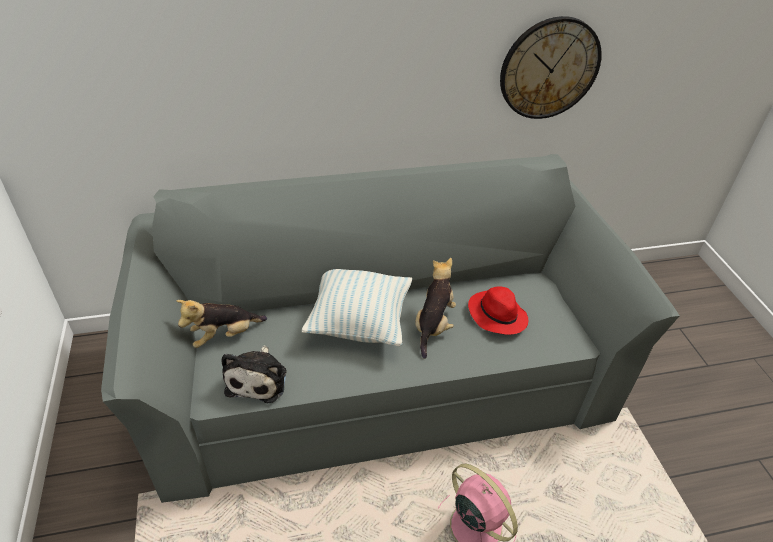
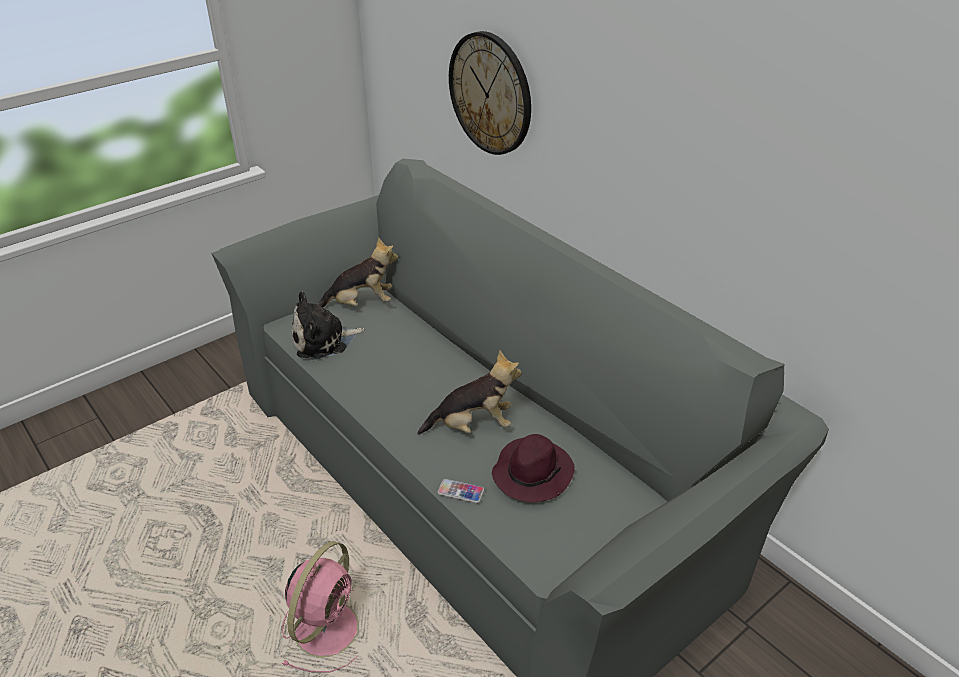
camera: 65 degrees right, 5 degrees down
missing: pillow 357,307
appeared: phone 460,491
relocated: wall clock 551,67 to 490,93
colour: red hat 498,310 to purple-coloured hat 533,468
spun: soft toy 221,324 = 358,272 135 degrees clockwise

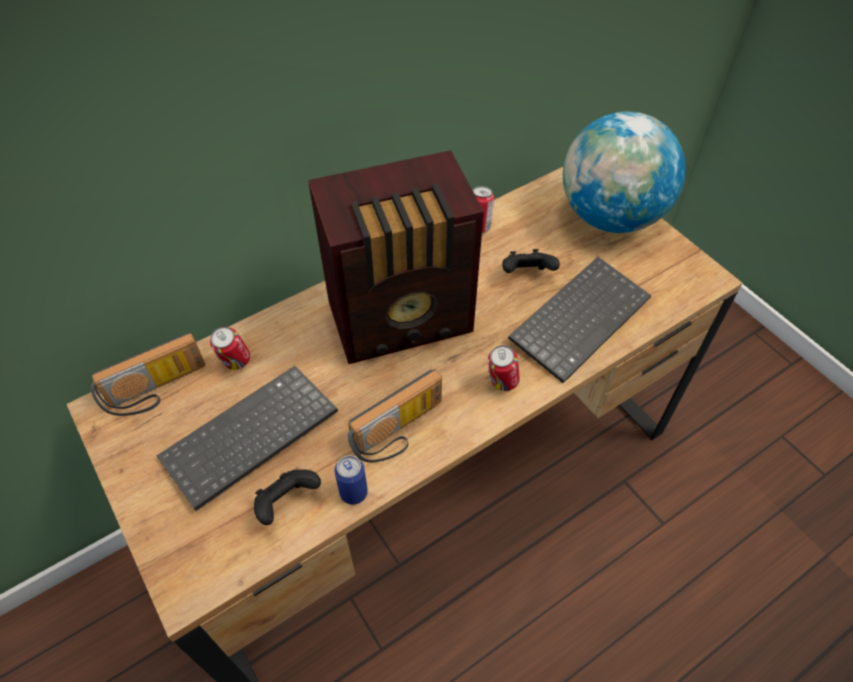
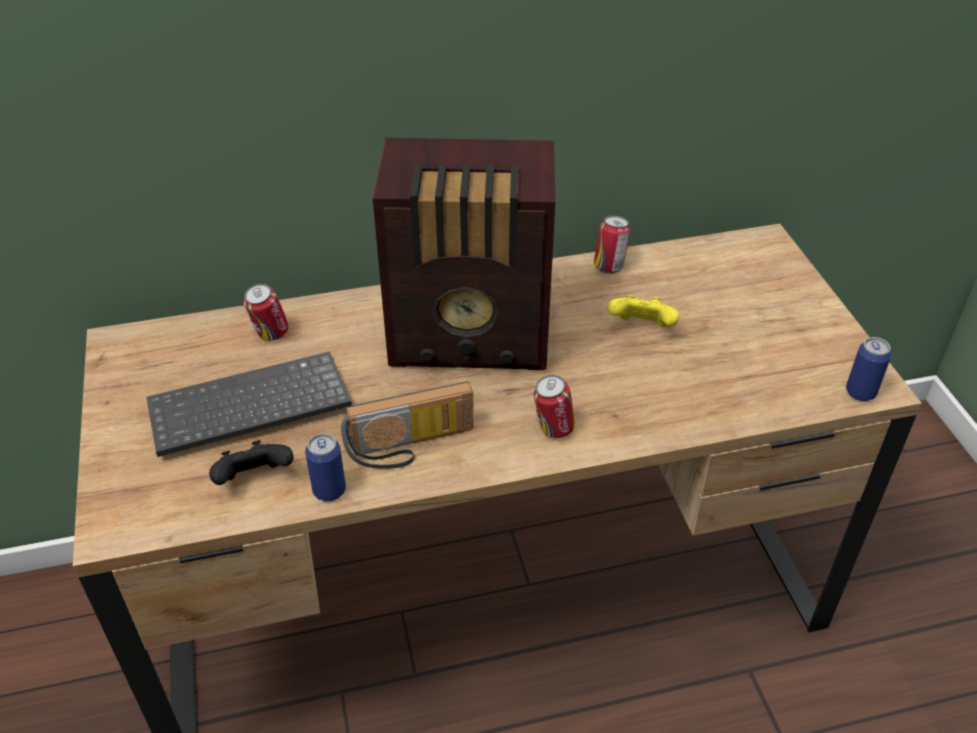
camera: 20 degrees right, 10 degrees down
missing: radio set 148,374; keyboard 579,320; desk globe 624,172
appeared: metal can 869,369
colour: black joypad 531,261 to yellowish joypad 643,311

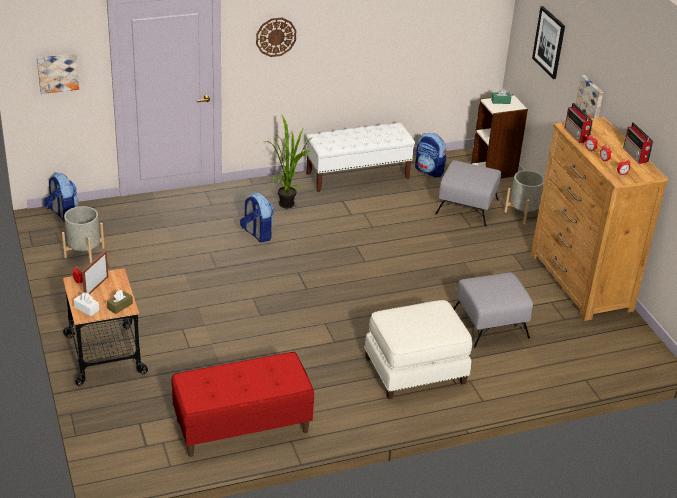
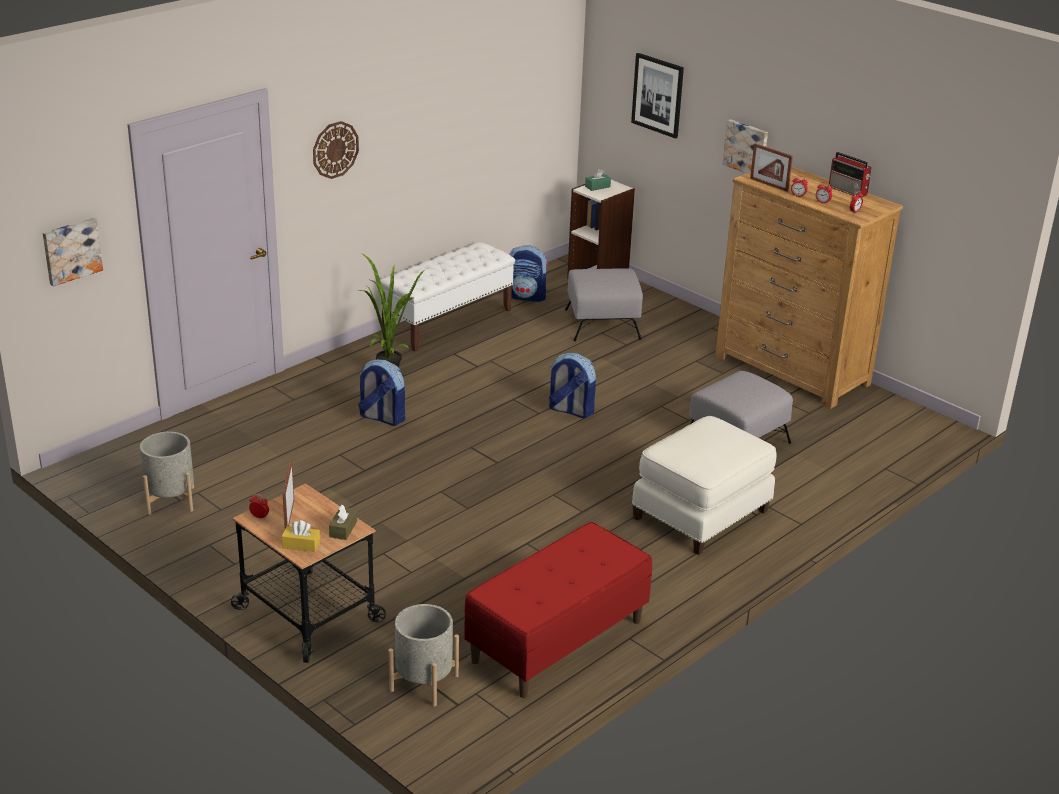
camera: 25 degrees left, 5 degrees down
relocated: knapsack 61,197 to 572,385; greyish flower pot 524,197 to 424,655
exchanged: radio set 578,123 to photo frame 771,167
colour: whitish tissue box 86,304 to yellowish tissue box 301,536

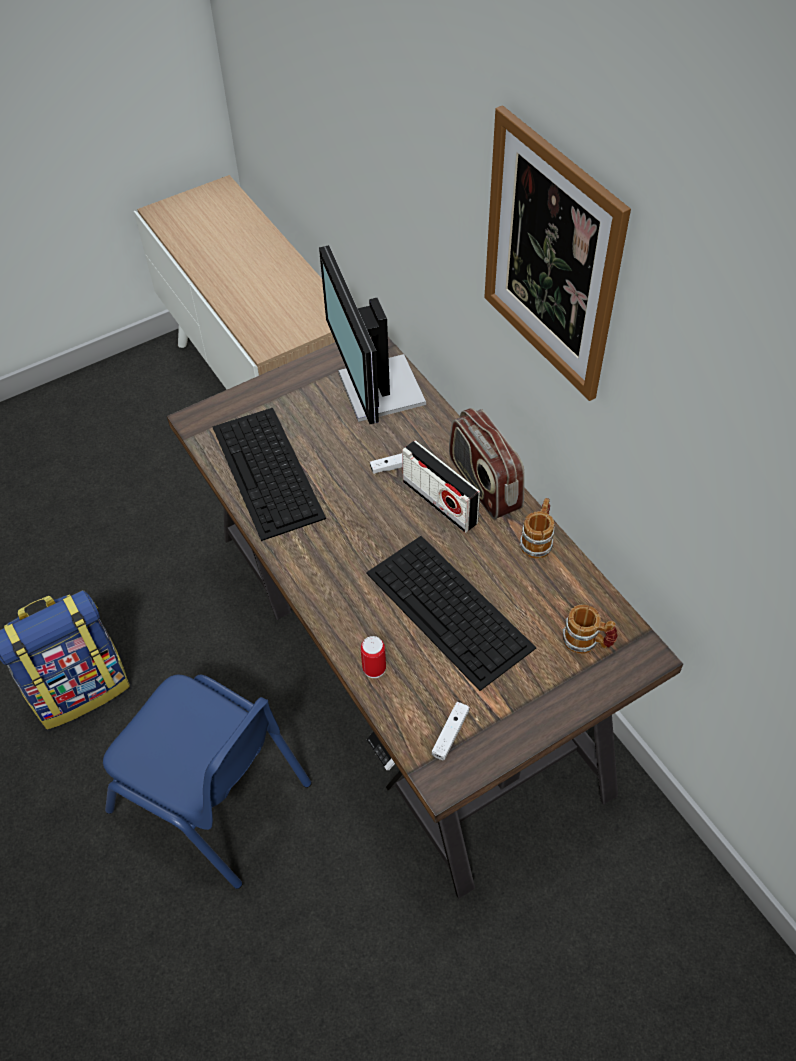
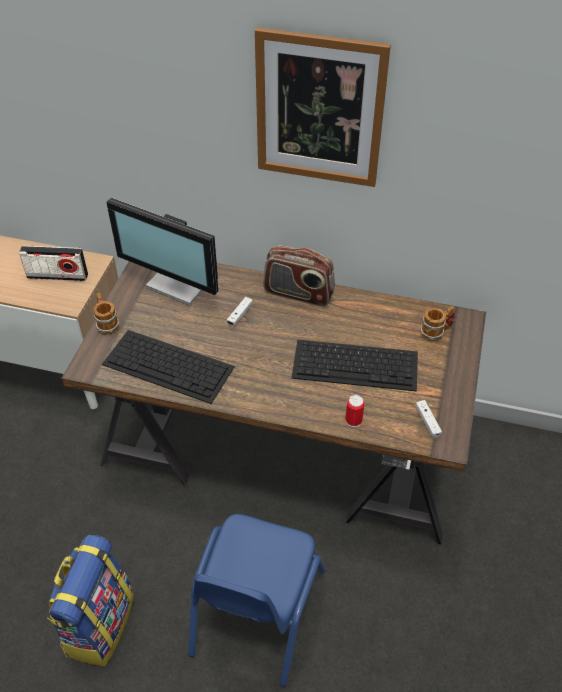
camera: 45 degrees left, 5 degrees down
relocated: radio set 441,486 to 53,263; tea mug 537,528 to 106,314
spun: bluish plain chair 207,781 = 256,600 120 degrees clockwise

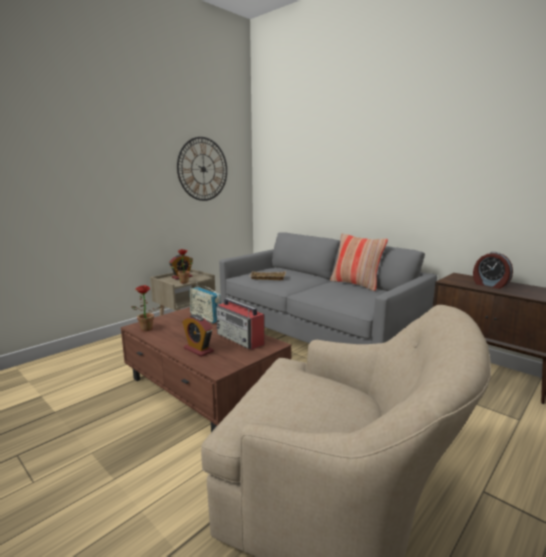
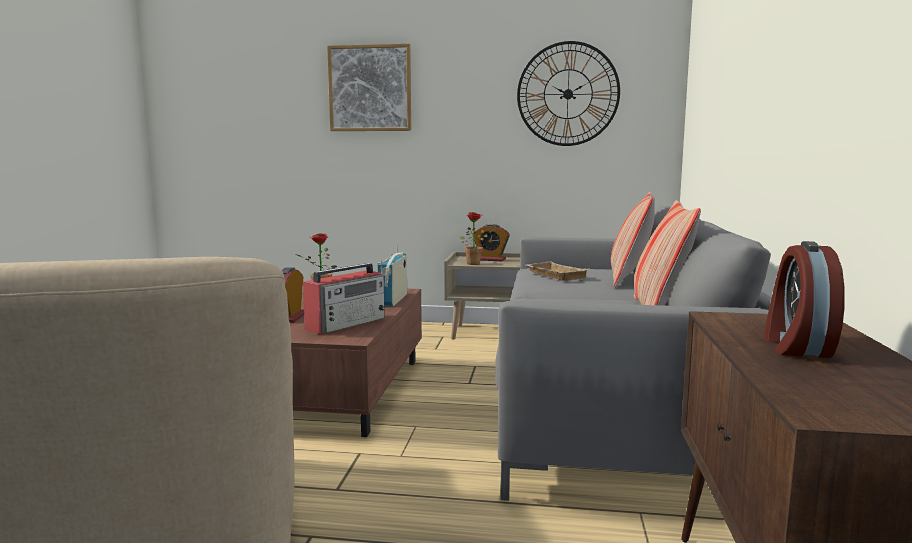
camera: 55 degrees right, 5 degrees down
appeared: wall picture 369,87; pillow 633,240
spun: radio set 240,324 = 344,298 150 degrees counterclockwise

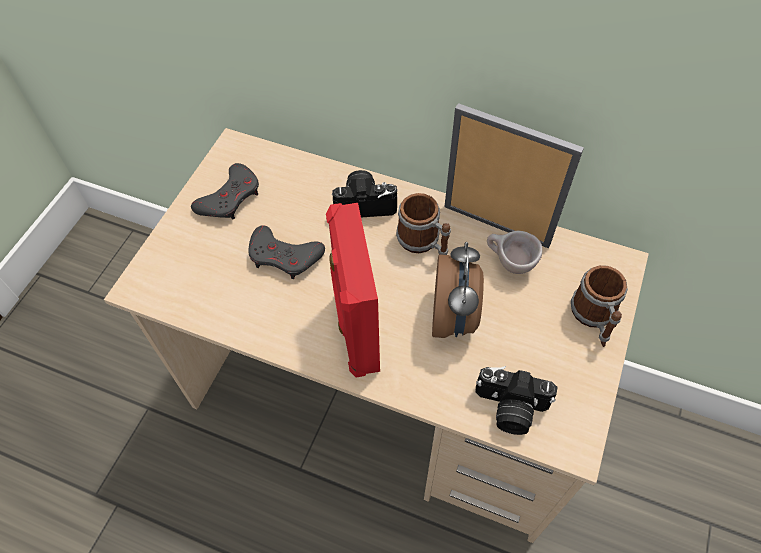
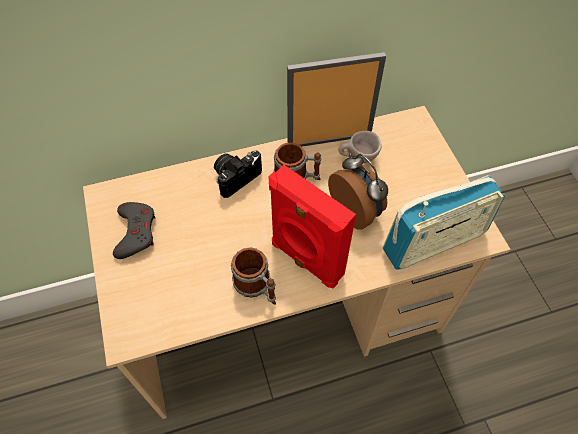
camera: 40 degrees left, 0 degrees up
missing: greyish joypad 286,252
relocated: tea mug 599,306 to 253,276
exchanged: still camera 516,400 to radio set 444,222

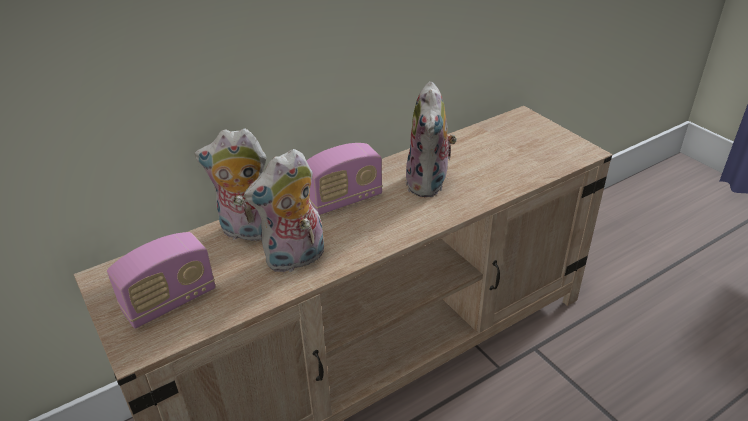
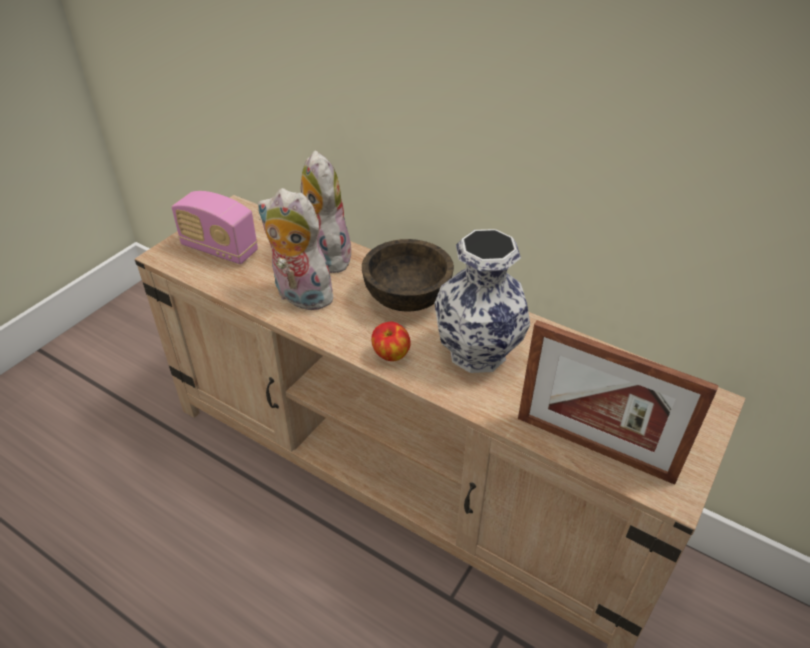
camera: 65 degrees right, 5 degrees up
appeared: apple 391,341; photo frame 618,402
exchanged: radio set 344,179 to brown-coloured serving bowl 408,275; soft toy 431,139 to vase 482,301

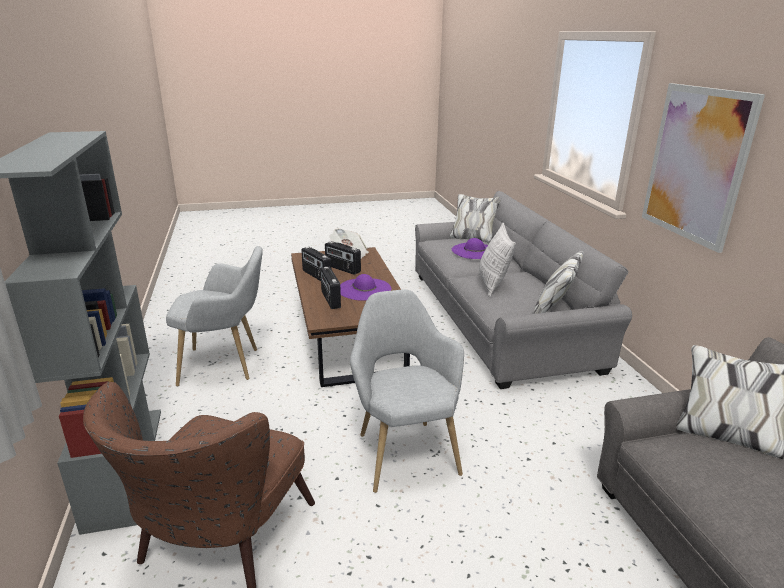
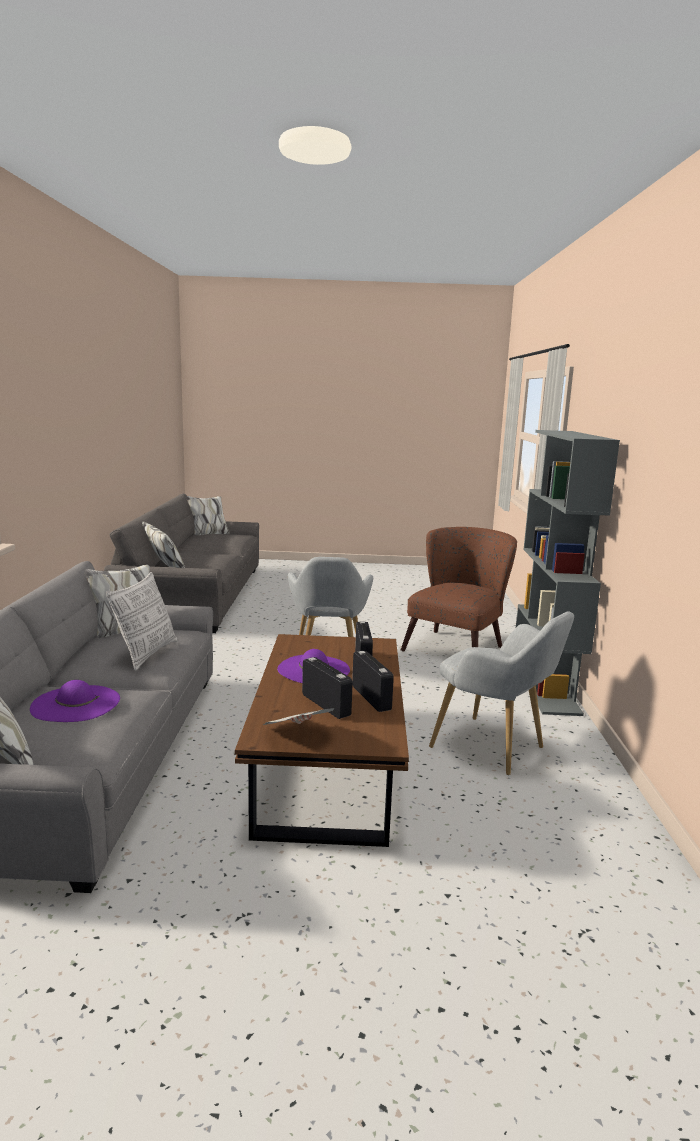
camera: 165 degrees left, 10 degrees down
missing: wall picture 703,168
spun: greyish lounge chair 214,316 = 501,693 150 degrees counterclockwise

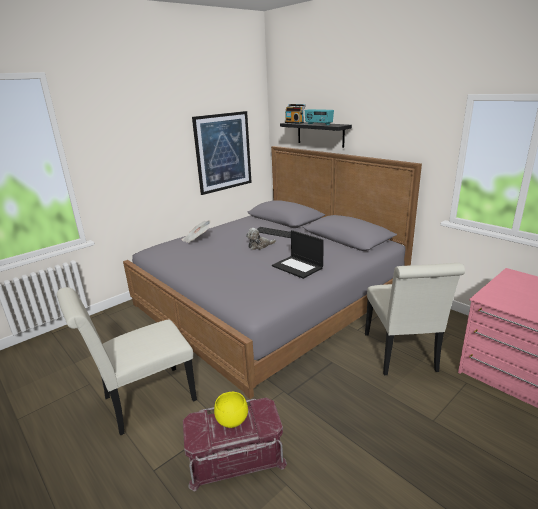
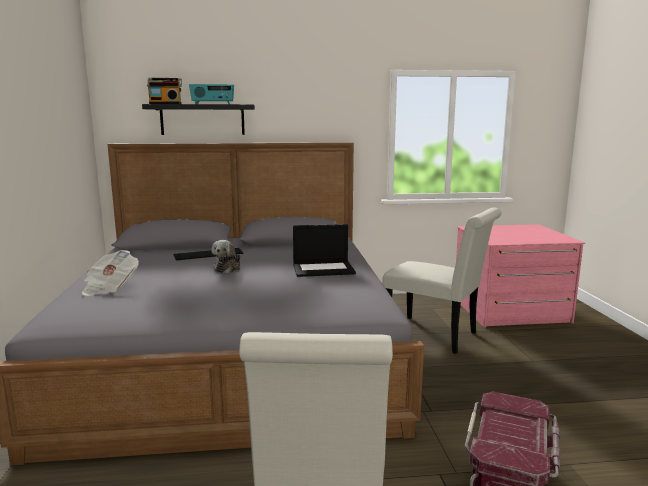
camera: 55 degrees left, 10 degrees down
missing: wall picture 222,153; yellowish serving bowl 231,410

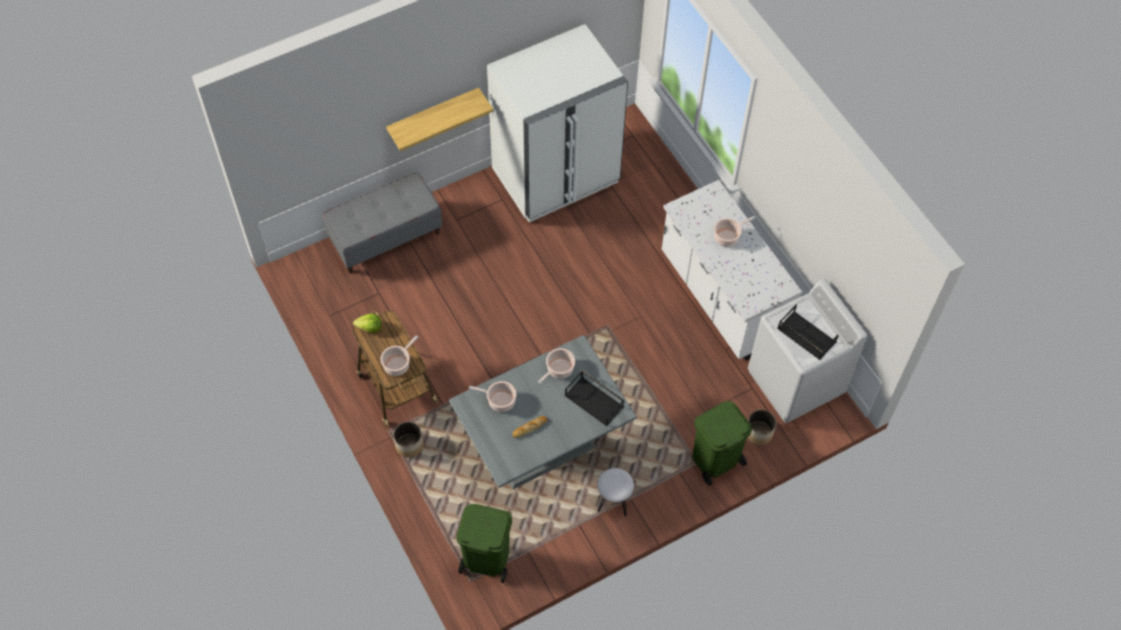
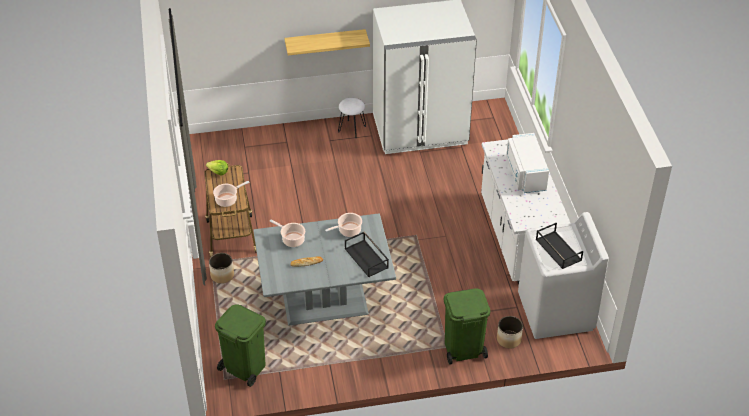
camera: 20 degrees right, 15 degrees down
missing: greyish long seat 382,222
relocated: whitish sitting stool 615,492 to 352,118
exchanged: saucepot 734,231 to whitish kitchen microwave 527,163

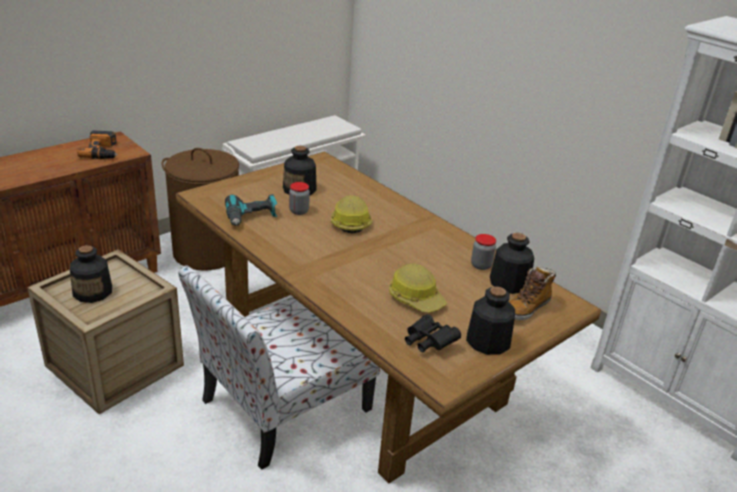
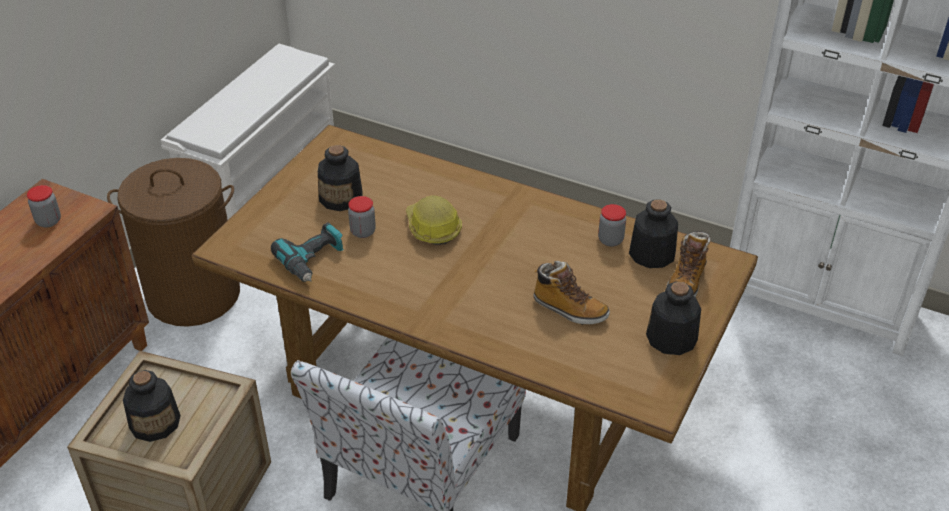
camera: 20 degrees left, 10 degrees up
missing: black pair of binoculars 433,333
exchanged: power drill 97,144 to preserve jar 44,206; hard hat 418,288 to tall boot 571,293

